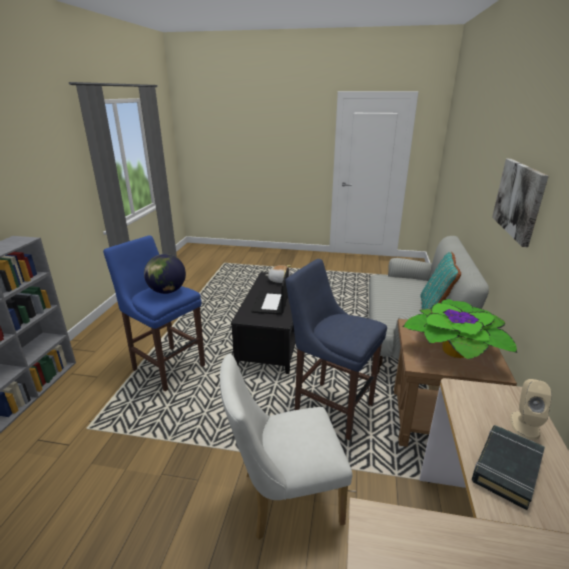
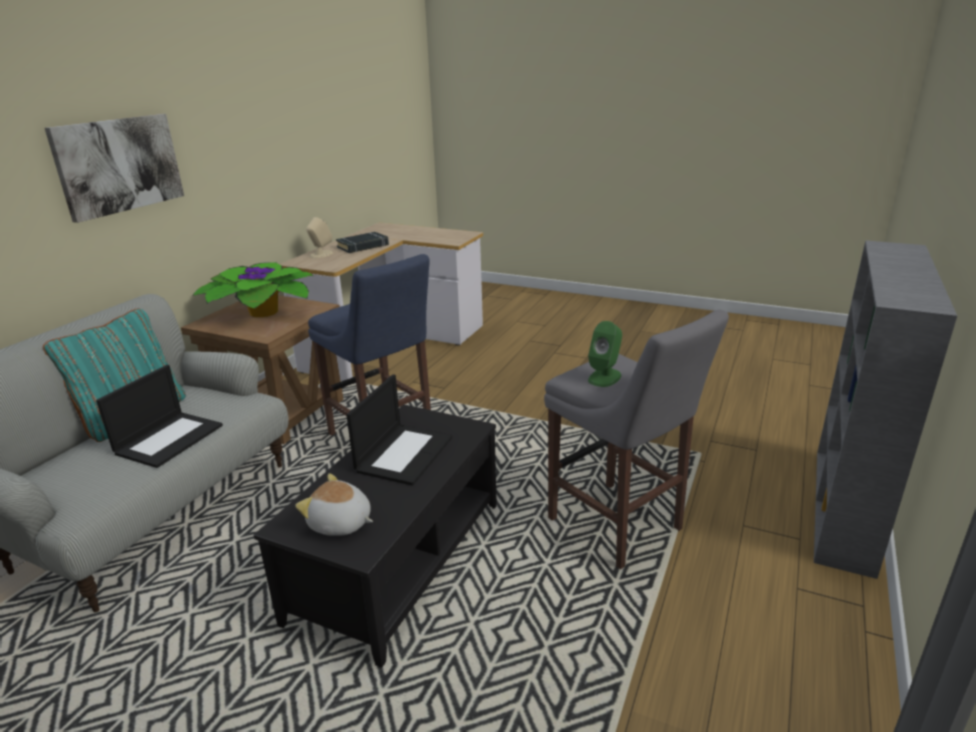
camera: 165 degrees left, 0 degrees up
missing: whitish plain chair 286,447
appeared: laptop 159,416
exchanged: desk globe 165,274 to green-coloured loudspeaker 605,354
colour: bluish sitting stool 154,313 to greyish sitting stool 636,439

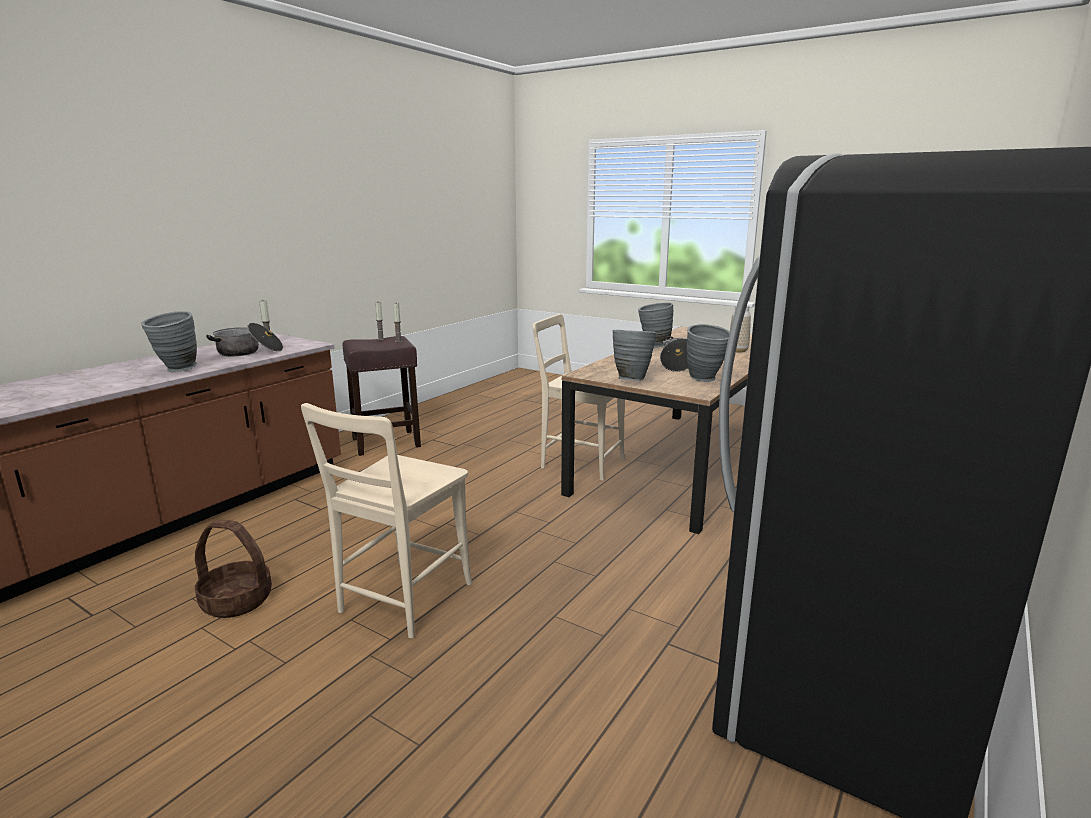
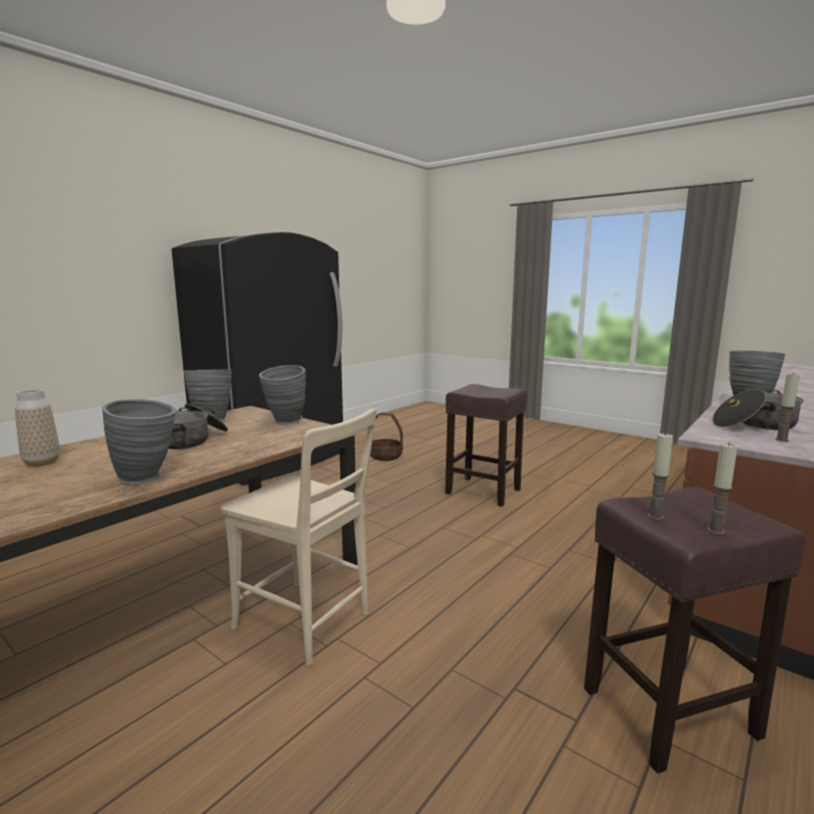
camera: 175 degrees left, 5 degrees down
relocated: storage basket 233,569 to 386,436
exchanged: beige plain chair 386,520 to brown-coloured sitting stool 486,445

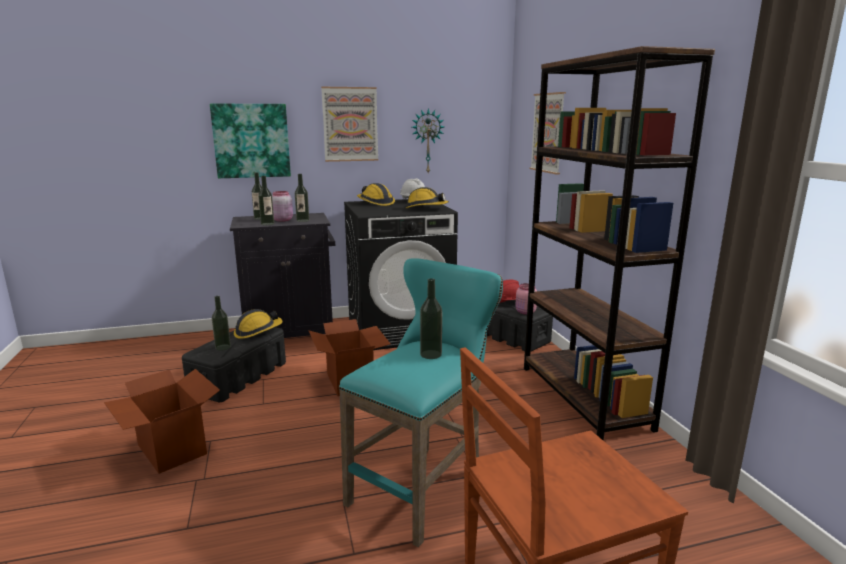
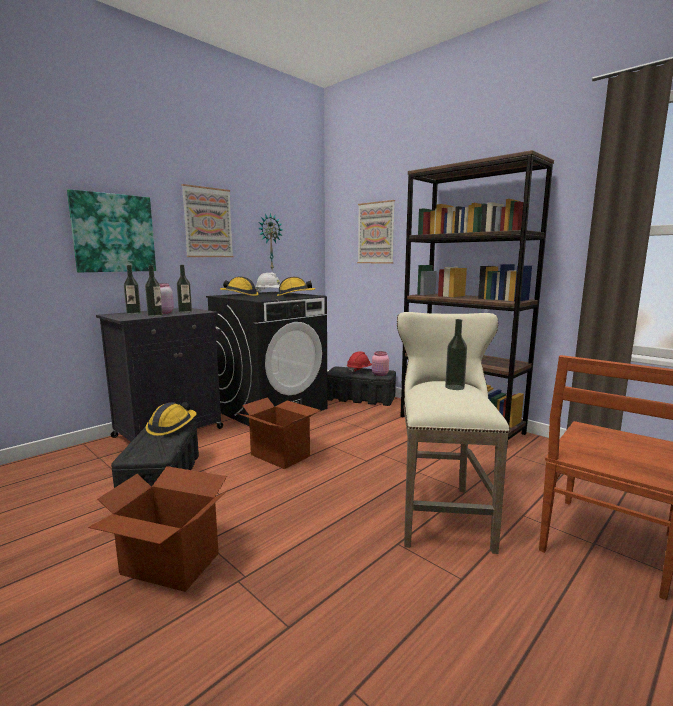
camera: 30 degrees left, 5 degrees down
missing: bottle 221,323
colour: turquoise-coloured sitting stool 421,402 to beige sitting stool 453,433

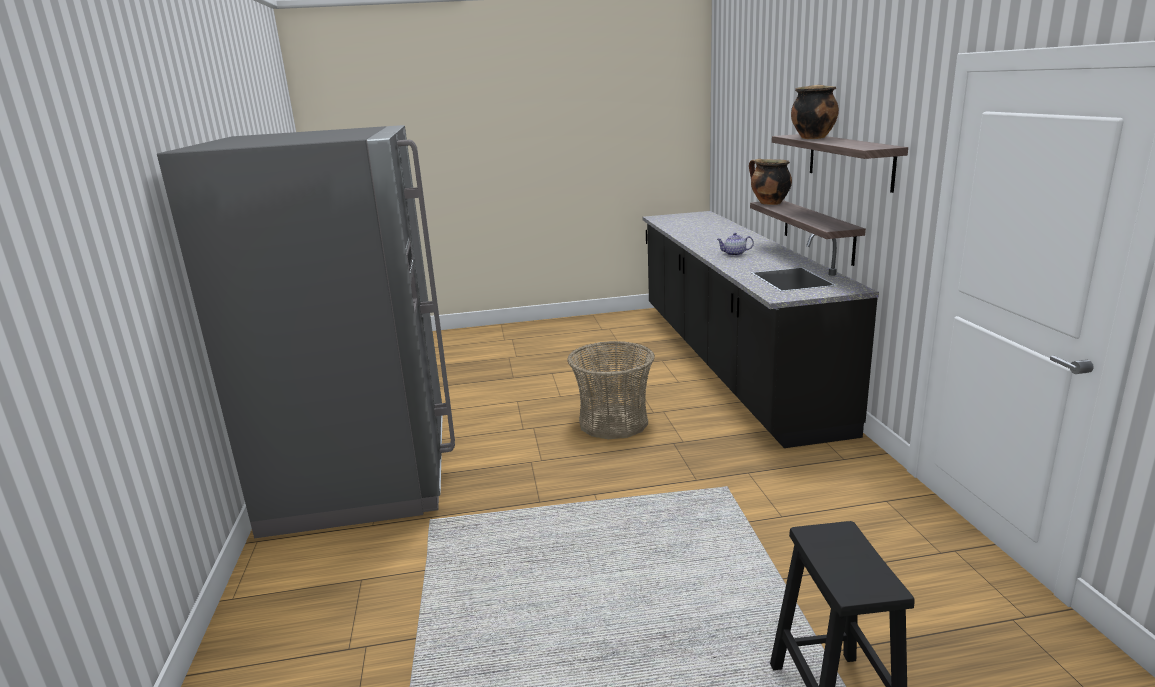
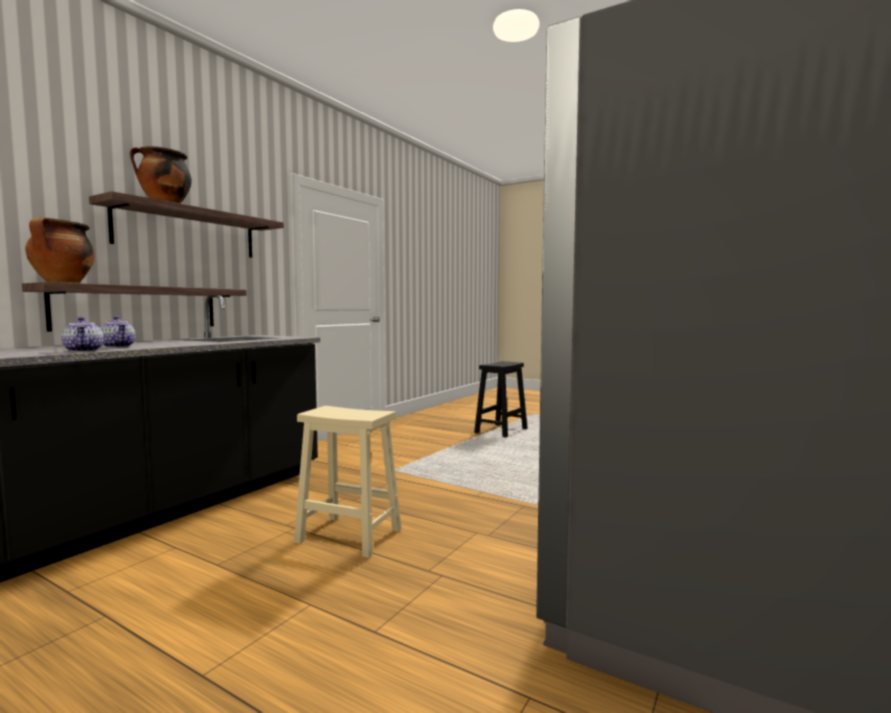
camera: 140 degrees left, 15 degrees down
appeared: pot for tea 82,334
exchanged: storage basket 611,390 to beige sitting stool 348,482

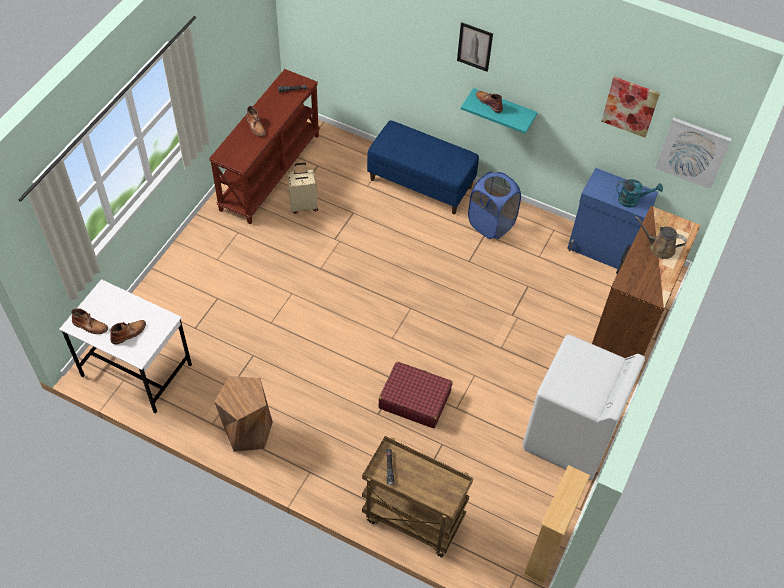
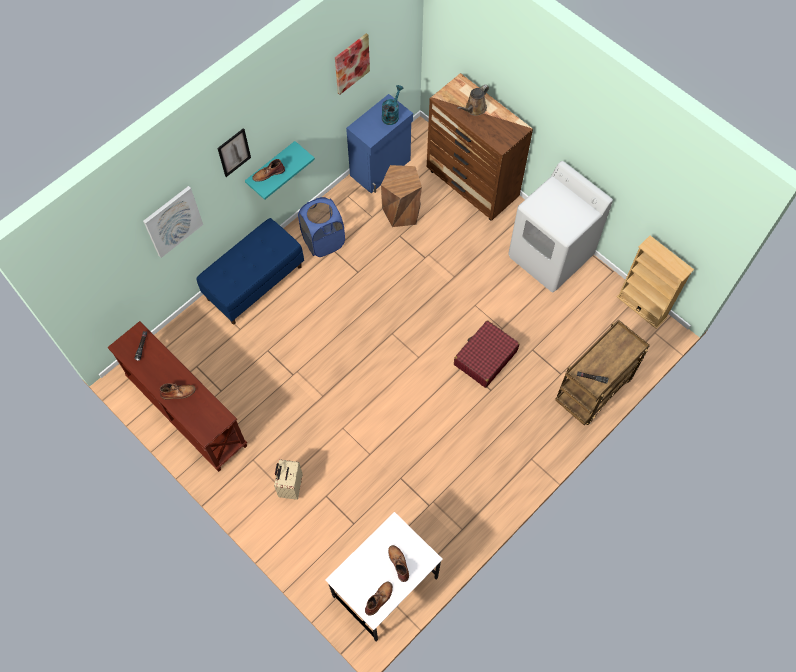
camera: 70 degrees left, 10 degrees up
relocated: brown-coloured sitting stool 243,414 to 401,196; beige suitcase 302,188 to 288,479; wall picture 693,153 to 173,222

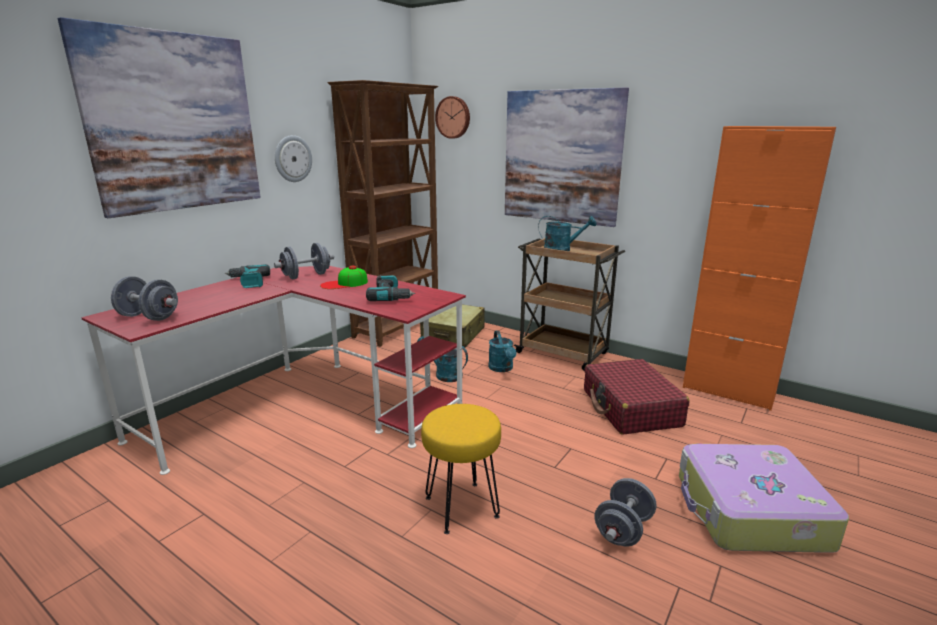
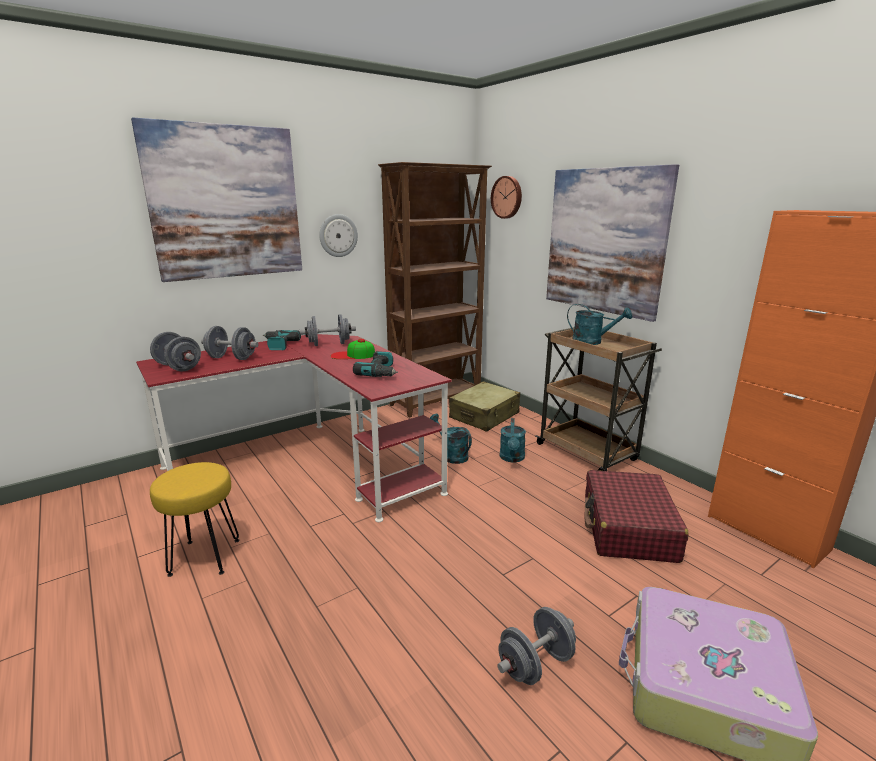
camera: 20 degrees right, 0 degrees up
appeared: greyish dumbbell 229,343
relocated: yellowish sitting stool 461,469 to 195,519

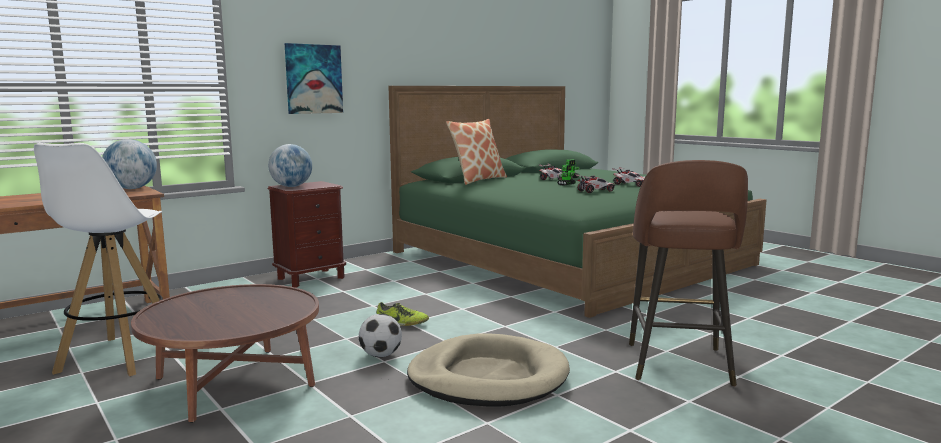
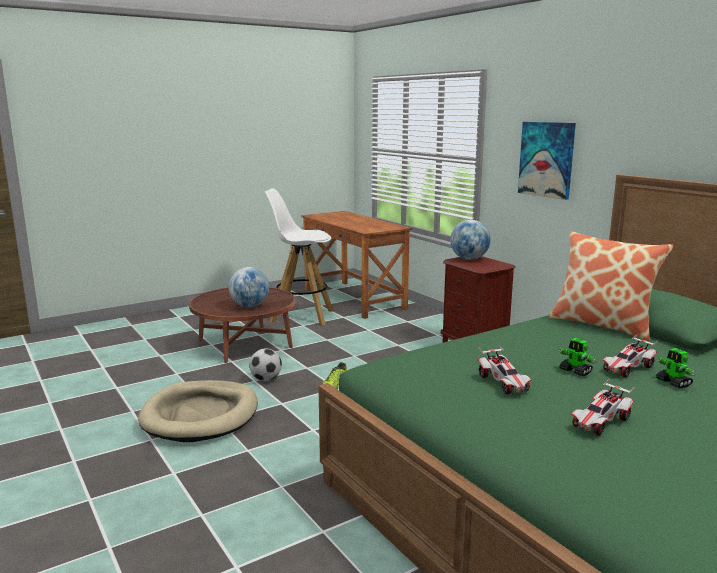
camera: 95 degrees right, 5 degrees up
missing: brown-coloured sitting stool 688,273
relocated: desk globe 129,164 to 249,287

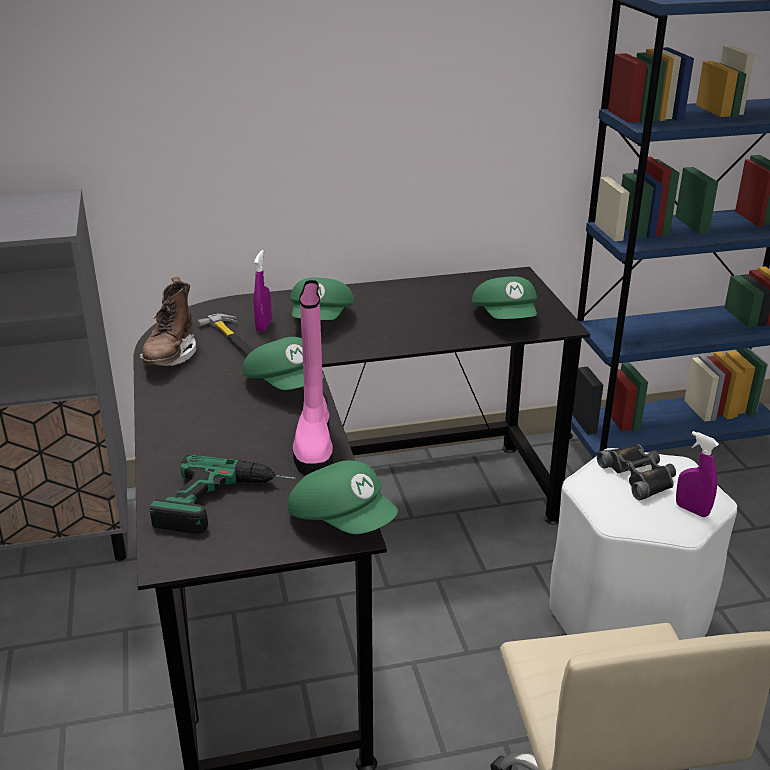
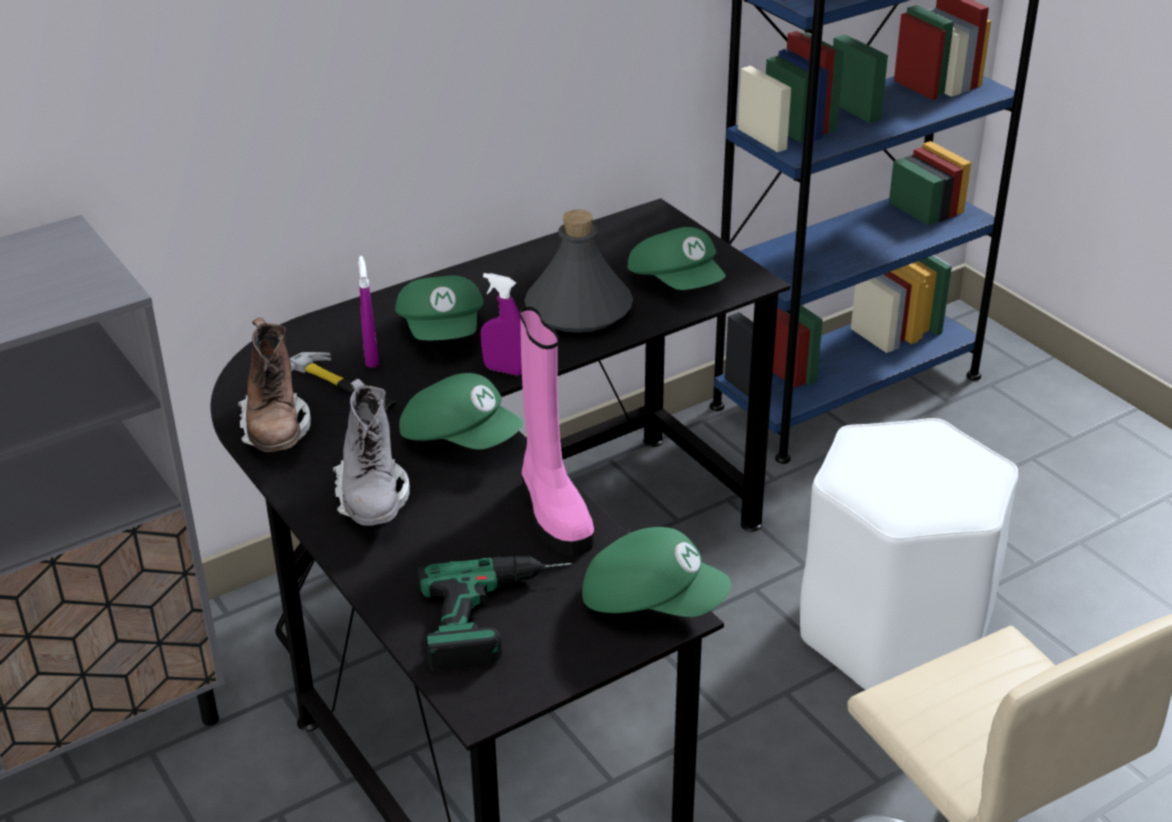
camera: 20 degrees left, 5 degrees up
missing: black pair of binoculars 636,472
appeared: greyish tall boot 371,452; greyish bottle 578,271
relocated: purple-coloured spray bottle 697,474 to 501,324

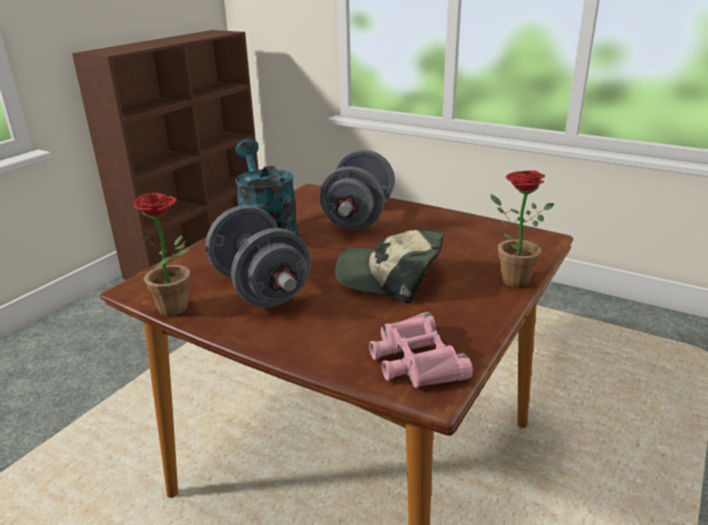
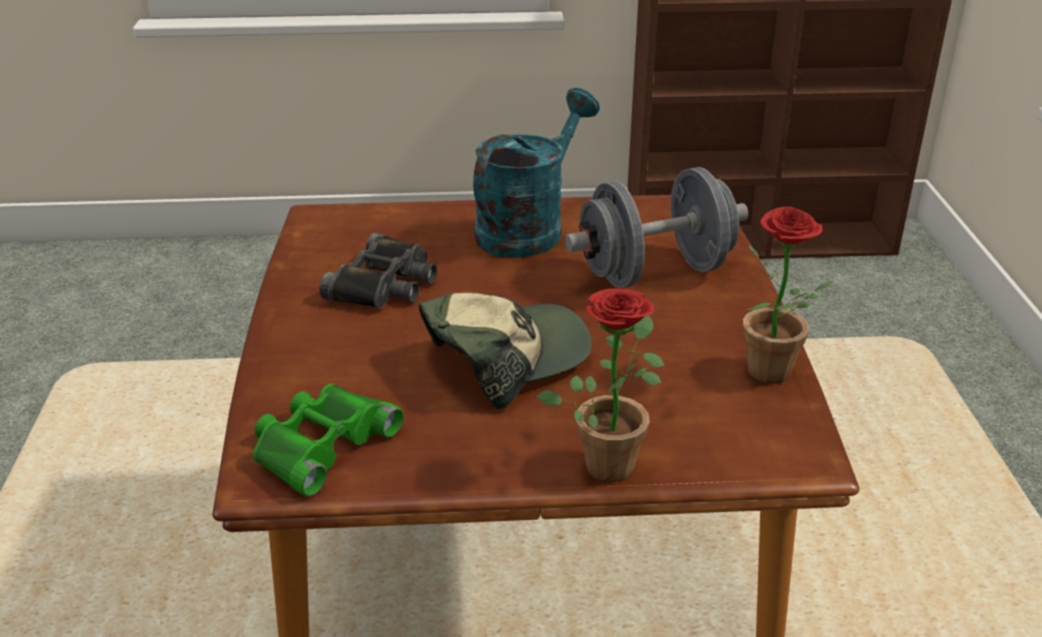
camera: 55 degrees right, 5 degrees up
relocated: houseplant 158,254 to 788,295
exchanged: greyish dumbbell 258,256 to black pair of binoculars 378,270
colour: pink-coloured pair of binoculars 421,350 to green-coloured pair of binoculars 328,440
spun: baseball cap 389,267 = 505,351 75 degrees clockwise

